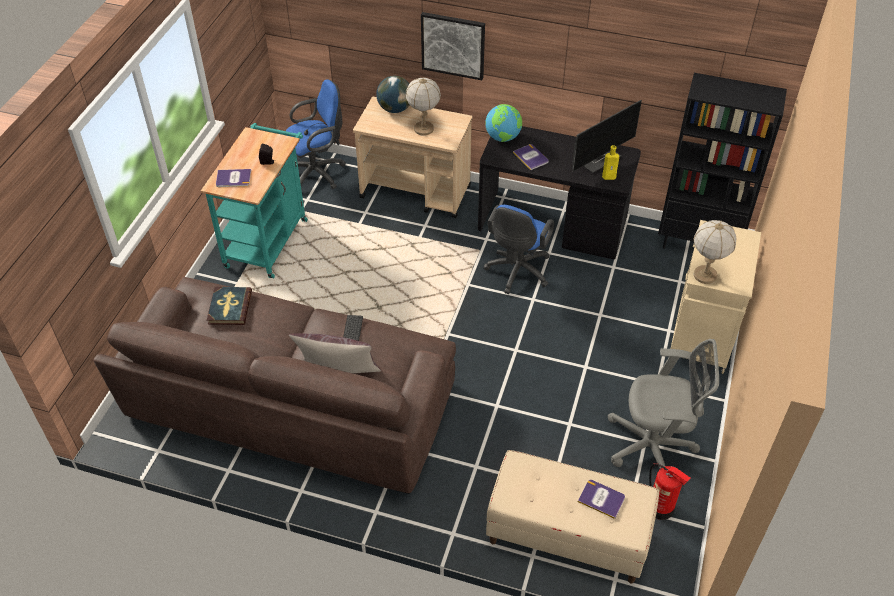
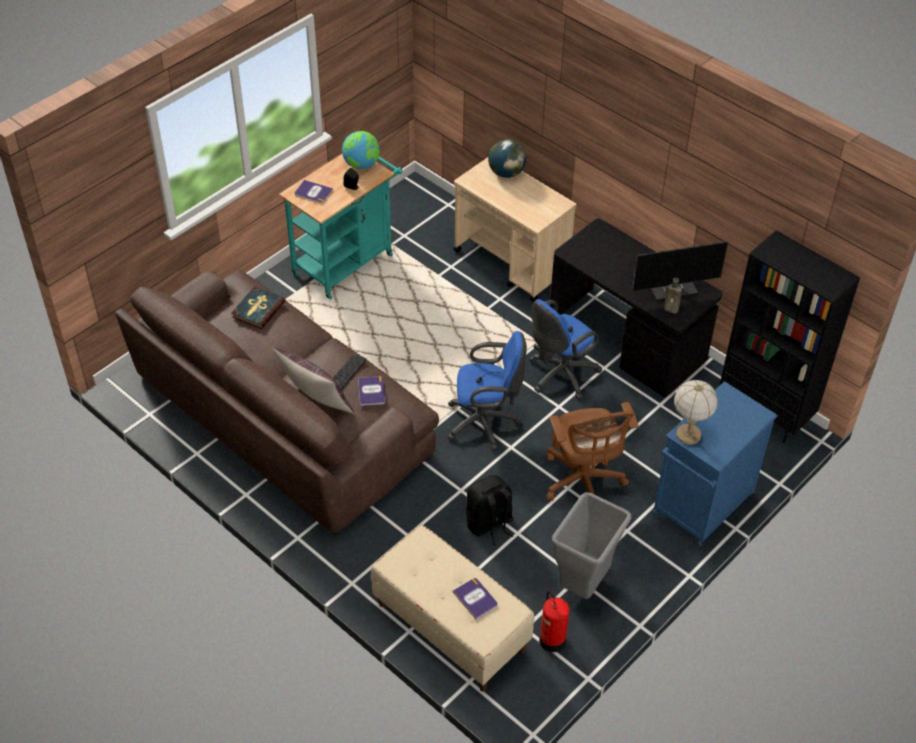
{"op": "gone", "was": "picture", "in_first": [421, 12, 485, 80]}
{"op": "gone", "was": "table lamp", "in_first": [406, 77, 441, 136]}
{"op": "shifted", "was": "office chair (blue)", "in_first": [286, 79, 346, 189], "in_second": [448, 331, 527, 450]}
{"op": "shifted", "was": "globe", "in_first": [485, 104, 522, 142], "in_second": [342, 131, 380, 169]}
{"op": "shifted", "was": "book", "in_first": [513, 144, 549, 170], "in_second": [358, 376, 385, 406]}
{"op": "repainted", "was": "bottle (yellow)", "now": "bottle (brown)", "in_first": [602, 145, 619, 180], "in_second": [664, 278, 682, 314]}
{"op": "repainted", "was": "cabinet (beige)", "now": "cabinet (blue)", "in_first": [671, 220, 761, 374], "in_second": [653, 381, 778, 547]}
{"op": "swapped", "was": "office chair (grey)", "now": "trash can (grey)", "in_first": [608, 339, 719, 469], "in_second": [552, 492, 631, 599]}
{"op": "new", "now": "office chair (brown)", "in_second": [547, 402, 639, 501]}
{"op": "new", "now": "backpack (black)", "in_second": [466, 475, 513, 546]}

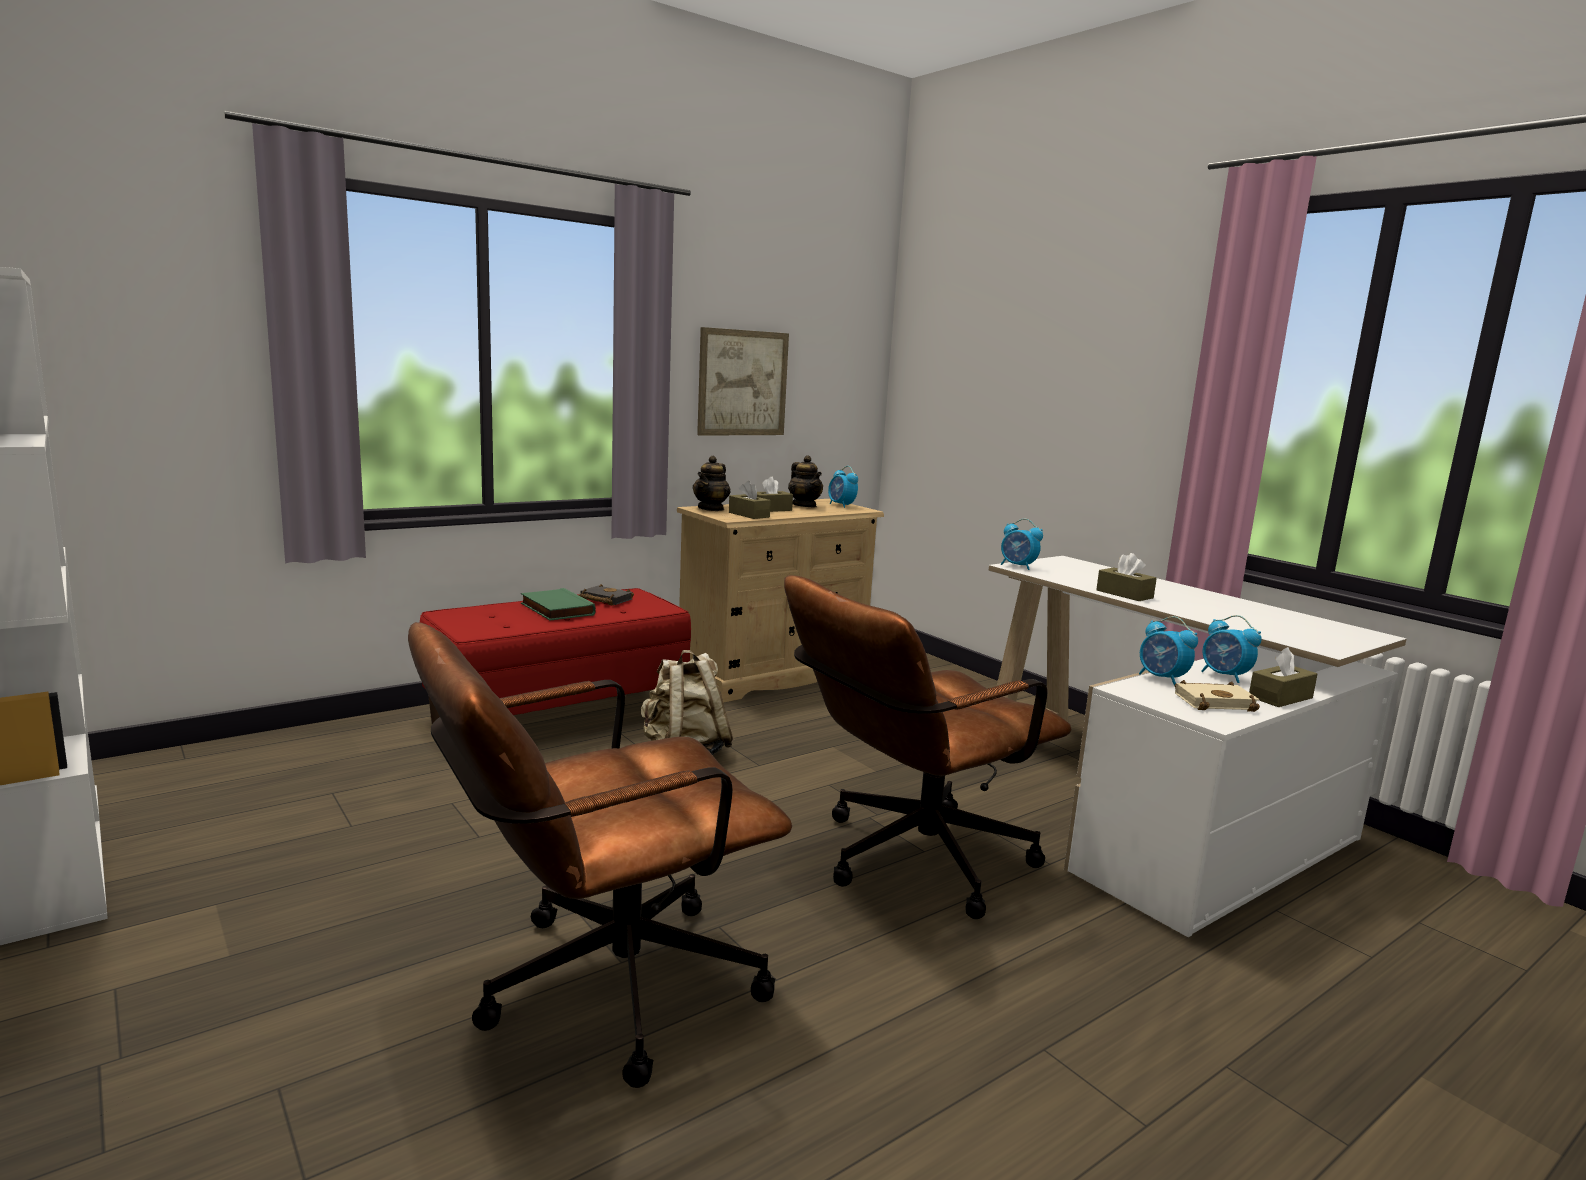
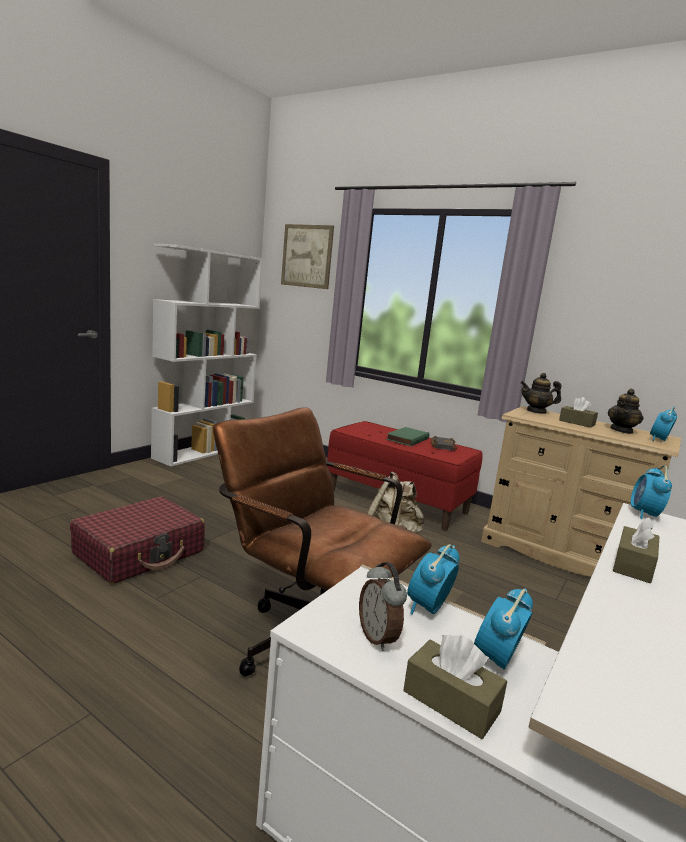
{"op": "shifted", "was": "picture", "in_first": [697, 327, 789, 436], "in_second": [281, 224, 334, 289]}
{"op": "gone", "was": "tissue box (brown)", "in_first": [729, 481, 771, 519]}
{"op": "swapped", "was": "office chair (brown)", "now": "suitcase (red)", "in_first": [408, 622, 792, 1088], "in_second": [70, 497, 205, 584]}
{"op": "swapped", "was": "book (beige)", "now": "alarm clock", "in_first": [1175, 680, 1260, 712], "in_second": [359, 562, 407, 651]}

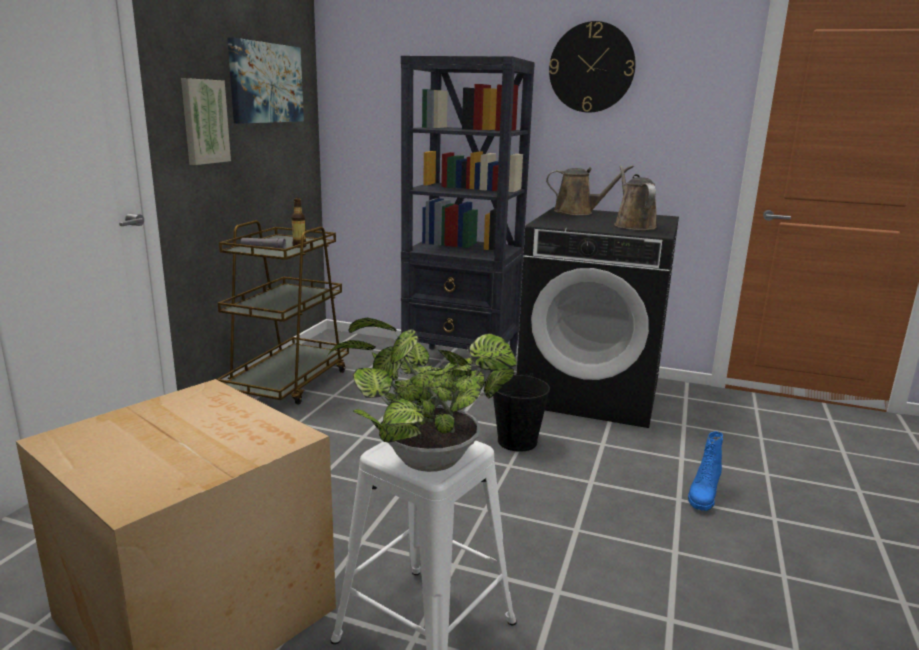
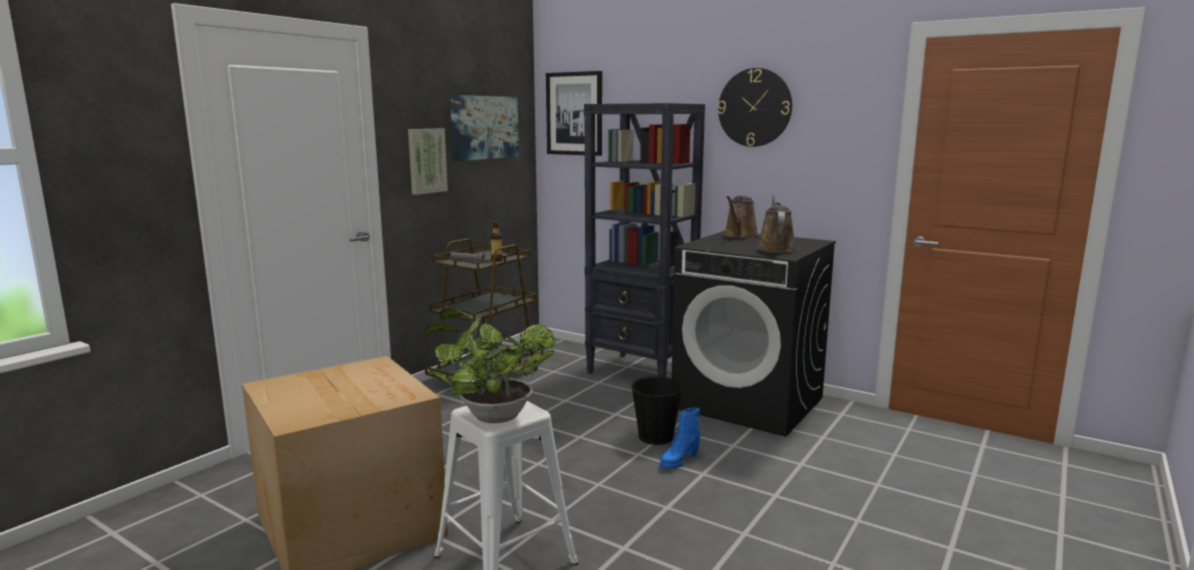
{"op": "rotated", "was": "watering can (brown)", "in_first": [546, 165, 634, 215], "in_second": [724, 196, 759, 238], "clockwise": 90}
{"op": "shifted", "was": "boot (blue)", "in_first": [688, 431, 723, 511], "in_second": [660, 408, 700, 469]}
{"op": "new", "now": "picture", "in_second": [546, 71, 602, 156]}

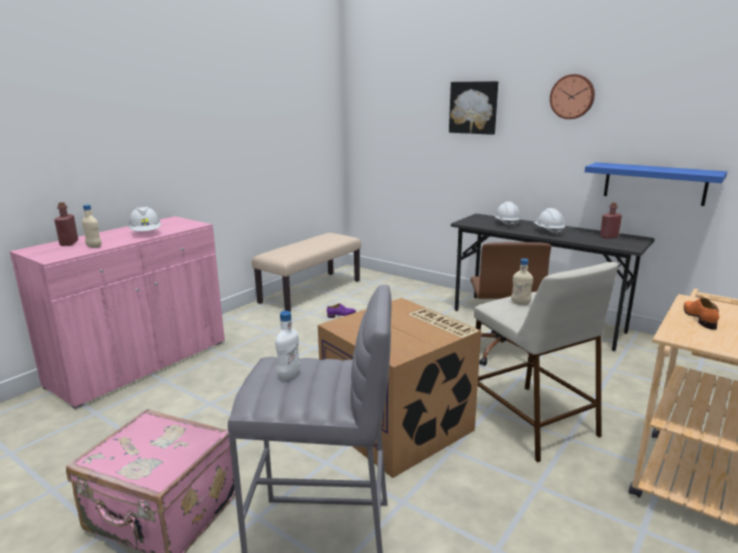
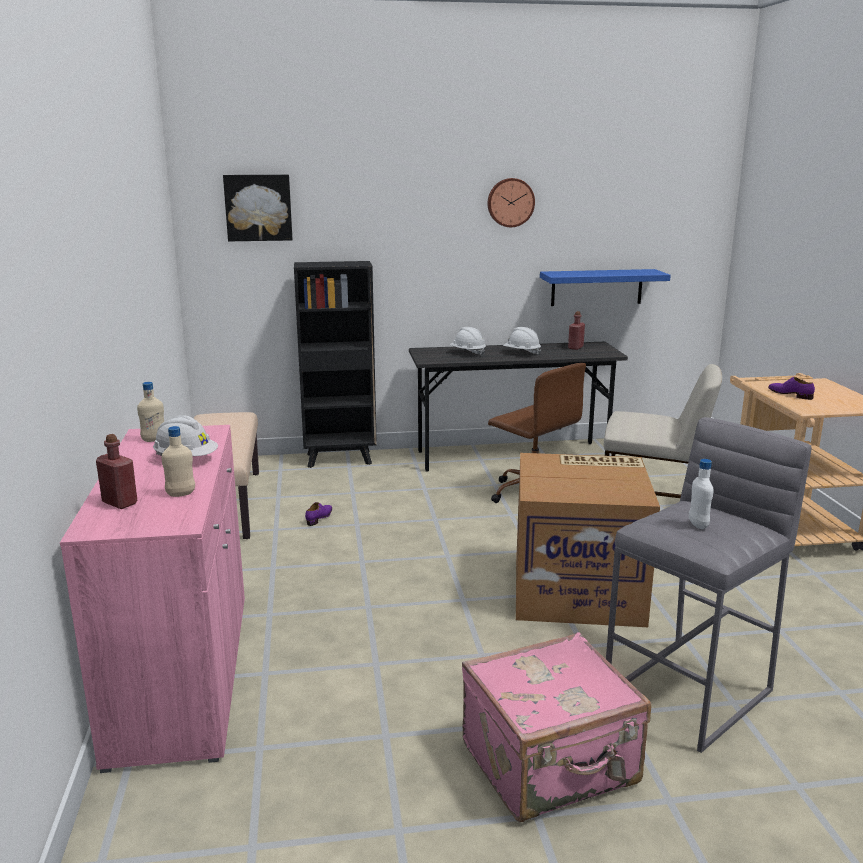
{"op": "shifted", "was": "picture", "in_first": [449, 81, 498, 135], "in_second": [223, 174, 292, 241]}
{"op": "shifted", "was": "bottle (beige)", "in_first": [511, 258, 533, 305], "in_second": [137, 382, 164, 442]}
{"op": "repainted", "was": "shoe (orange)", "now": "shoe (purple)", "in_first": [684, 297, 719, 330], "in_second": [768, 377, 815, 400]}
{"op": "new", "now": "bookcase (black)", "in_second": [294, 261, 377, 468]}

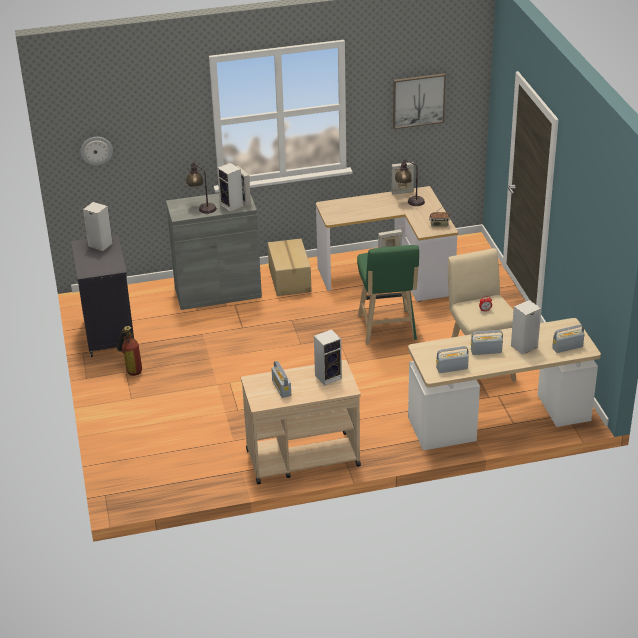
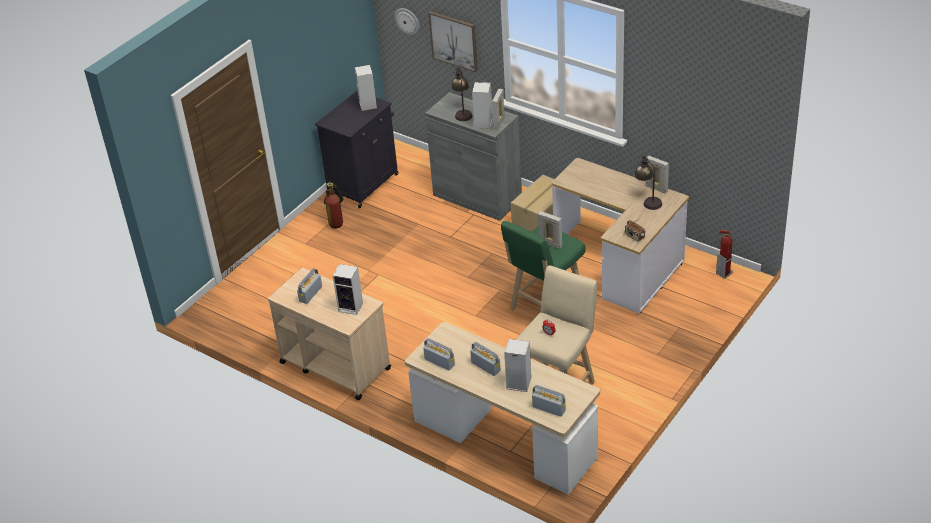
{"op": "shifted", "was": "picture", "in_first": [393, 73, 446, 129], "in_second": [429, 11, 478, 72]}
{"op": "new", "now": "fire extinguisher", "in_second": [716, 230, 733, 279]}

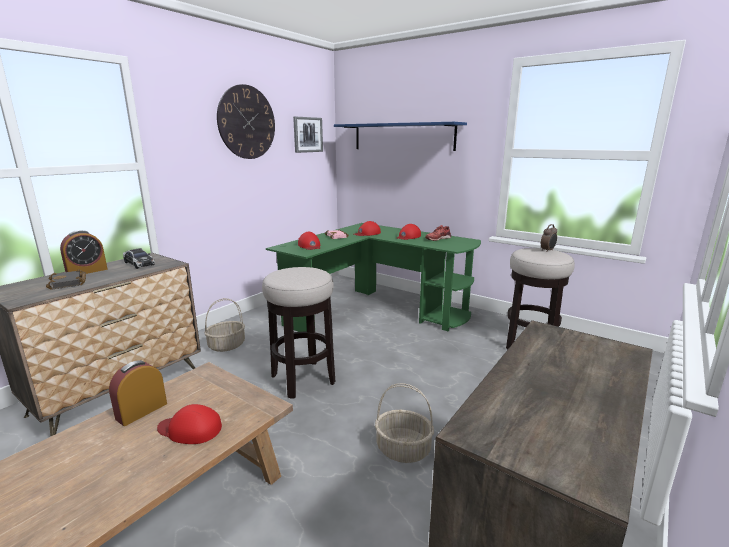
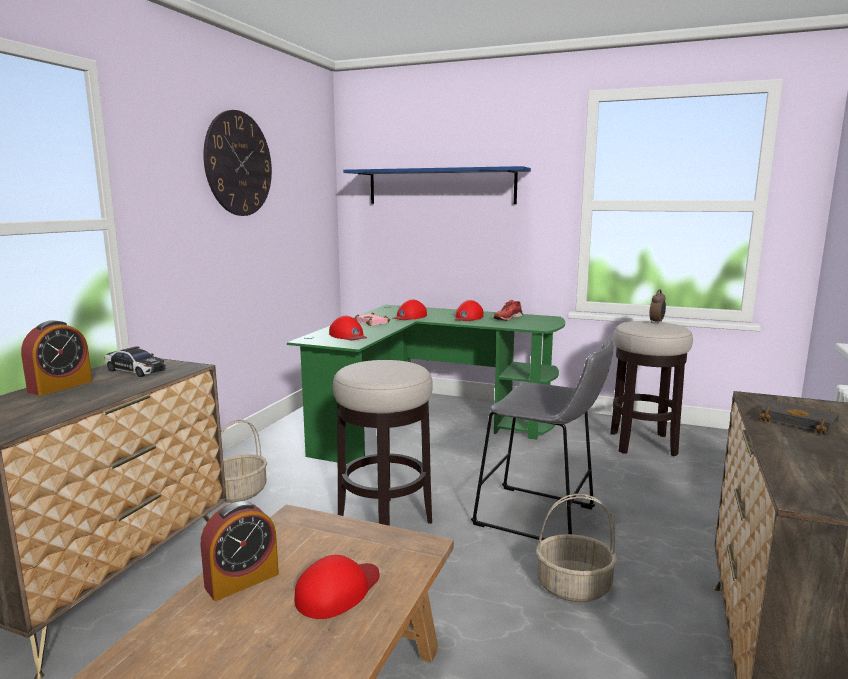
{"op": "gone", "was": "picture", "in_first": [293, 116, 323, 153]}
{"op": "shifted", "was": "book (black)", "in_first": [46, 269, 86, 290], "in_second": [760, 398, 839, 434]}
{"op": "rotated", "was": "alarm clock", "in_first": [109, 360, 167, 426], "in_second": [200, 501, 279, 601], "clockwise": -150}
{"op": "rotated", "was": "cap (red)", "in_first": [157, 404, 222, 444], "in_second": [295, 555, 380, 619], "clockwise": 135}
{"op": "new", "now": "stool (grey)", "in_second": [471, 339, 614, 541]}

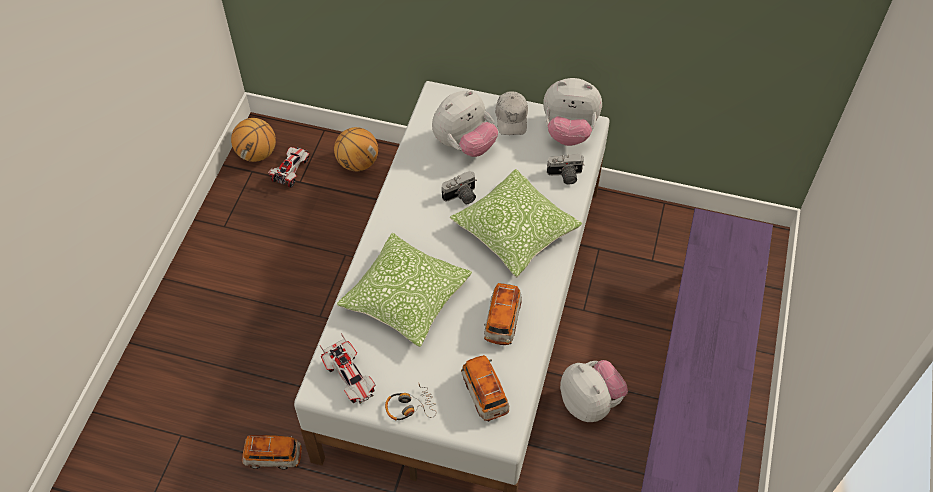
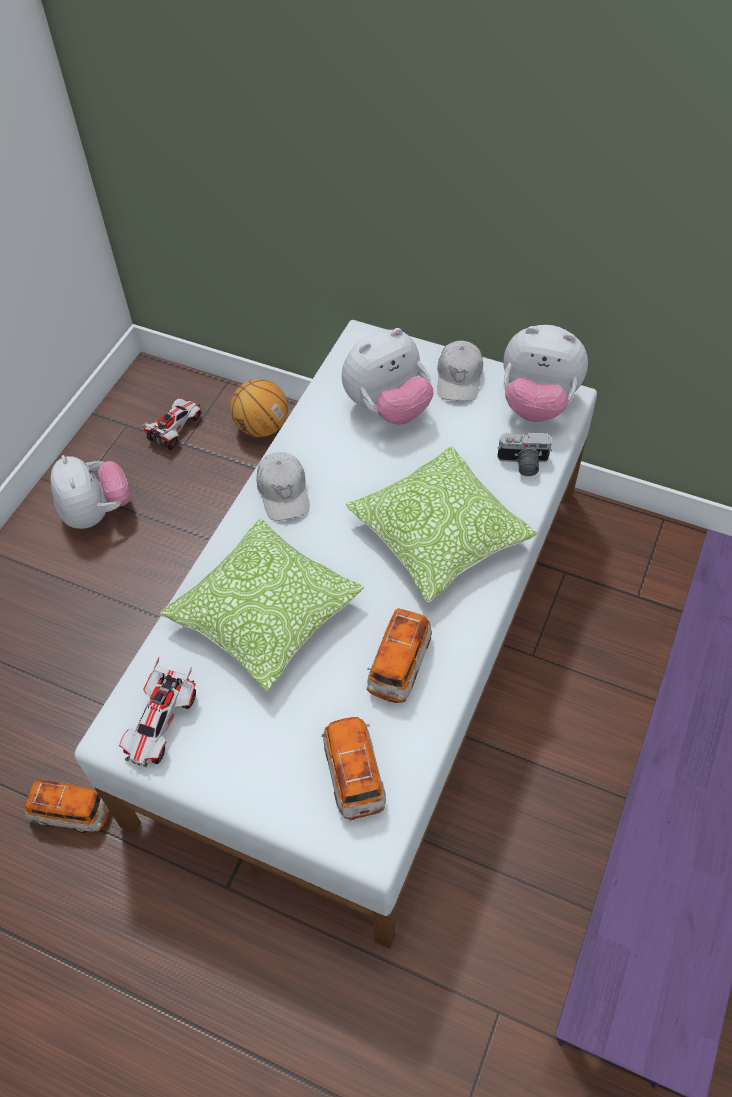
{"op": "gone", "was": "basketball", "in_first": [231, 118, 276, 162]}
{"op": "gone", "was": "photo camera", "in_first": [442, 171, 477, 204]}
{"op": "rotated", "was": "toy car", "in_first": [320, 333, 375, 404], "in_second": [119, 657, 196, 768], "clockwise": 45}
{"op": "shifted", "was": "plush toy", "in_first": [560, 360, 628, 422], "in_second": [50, 455, 131, 529]}
{"op": "gone", "was": "headphones", "in_first": [385, 382, 436, 420]}
{"op": "new", "now": "cap (white)", "in_second": [257, 452, 310, 521]}

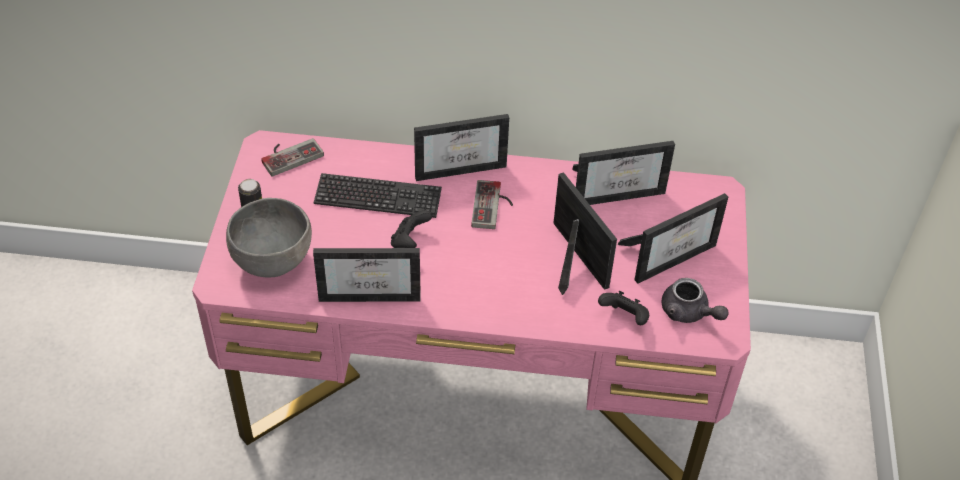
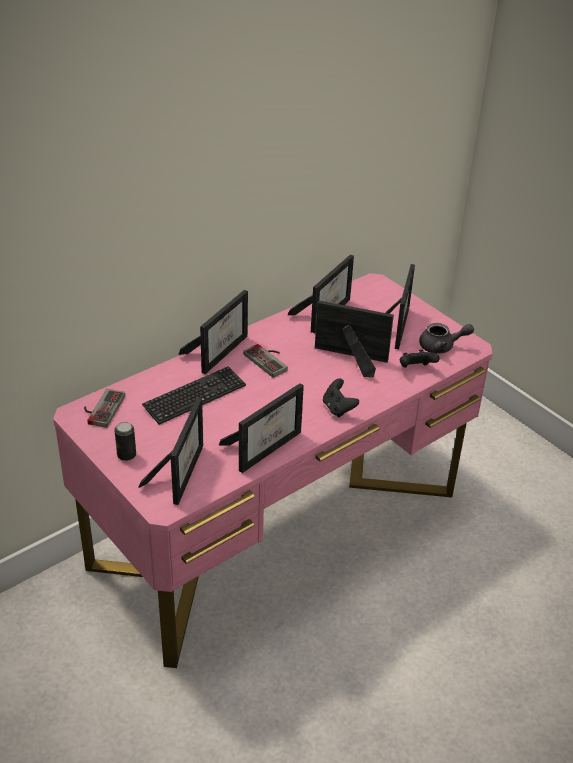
{"op": "swapped", "was": "bowl (grey)", "now": "picture frame", "in_first": [226, 198, 312, 278], "in_second": [139, 397, 203, 505]}
{"op": "shifted", "was": "game controller (black)", "in_first": [391, 210, 432, 248], "in_second": [323, 378, 359, 417]}

